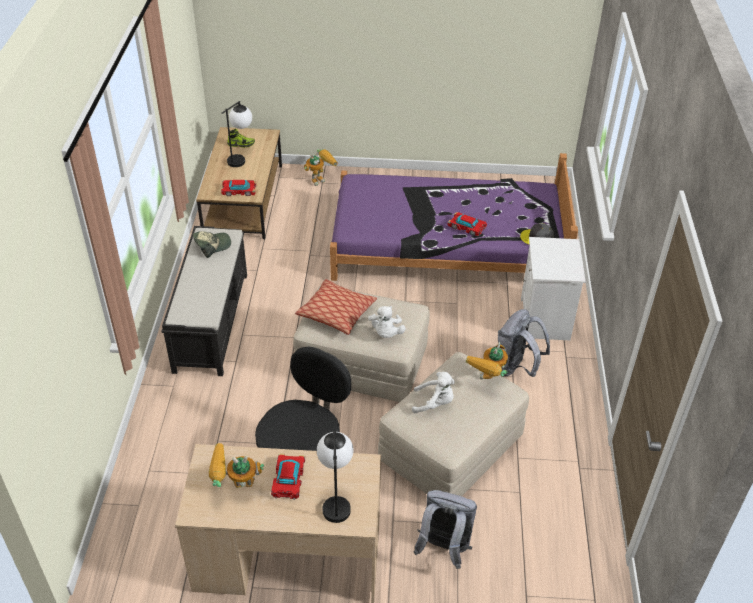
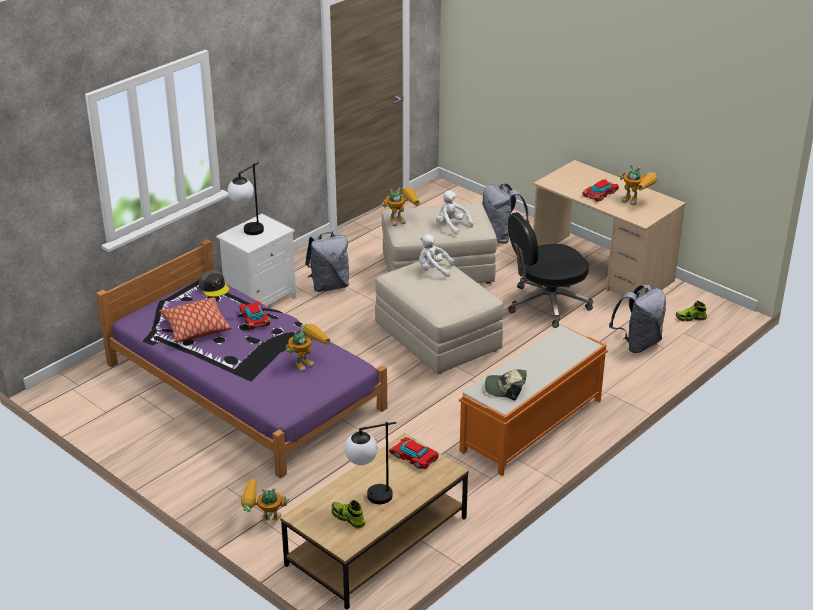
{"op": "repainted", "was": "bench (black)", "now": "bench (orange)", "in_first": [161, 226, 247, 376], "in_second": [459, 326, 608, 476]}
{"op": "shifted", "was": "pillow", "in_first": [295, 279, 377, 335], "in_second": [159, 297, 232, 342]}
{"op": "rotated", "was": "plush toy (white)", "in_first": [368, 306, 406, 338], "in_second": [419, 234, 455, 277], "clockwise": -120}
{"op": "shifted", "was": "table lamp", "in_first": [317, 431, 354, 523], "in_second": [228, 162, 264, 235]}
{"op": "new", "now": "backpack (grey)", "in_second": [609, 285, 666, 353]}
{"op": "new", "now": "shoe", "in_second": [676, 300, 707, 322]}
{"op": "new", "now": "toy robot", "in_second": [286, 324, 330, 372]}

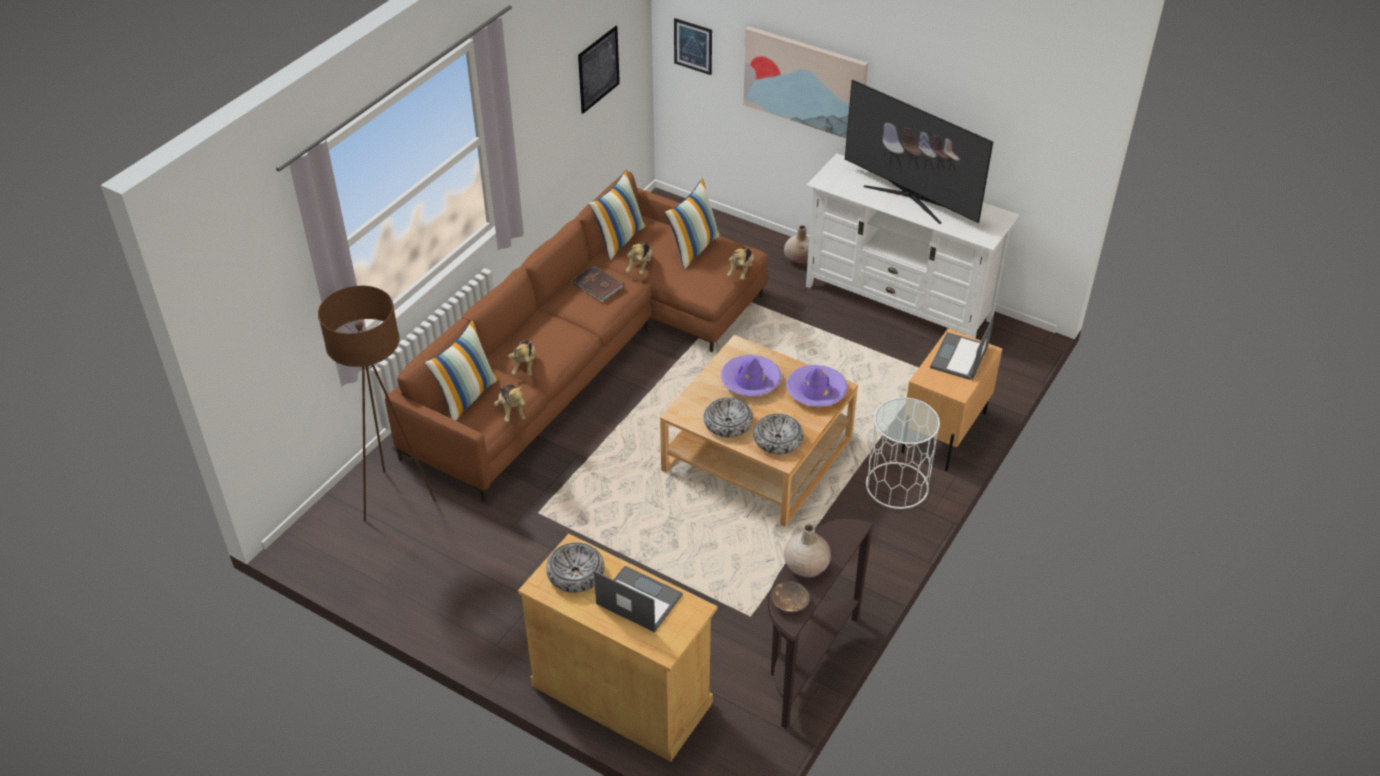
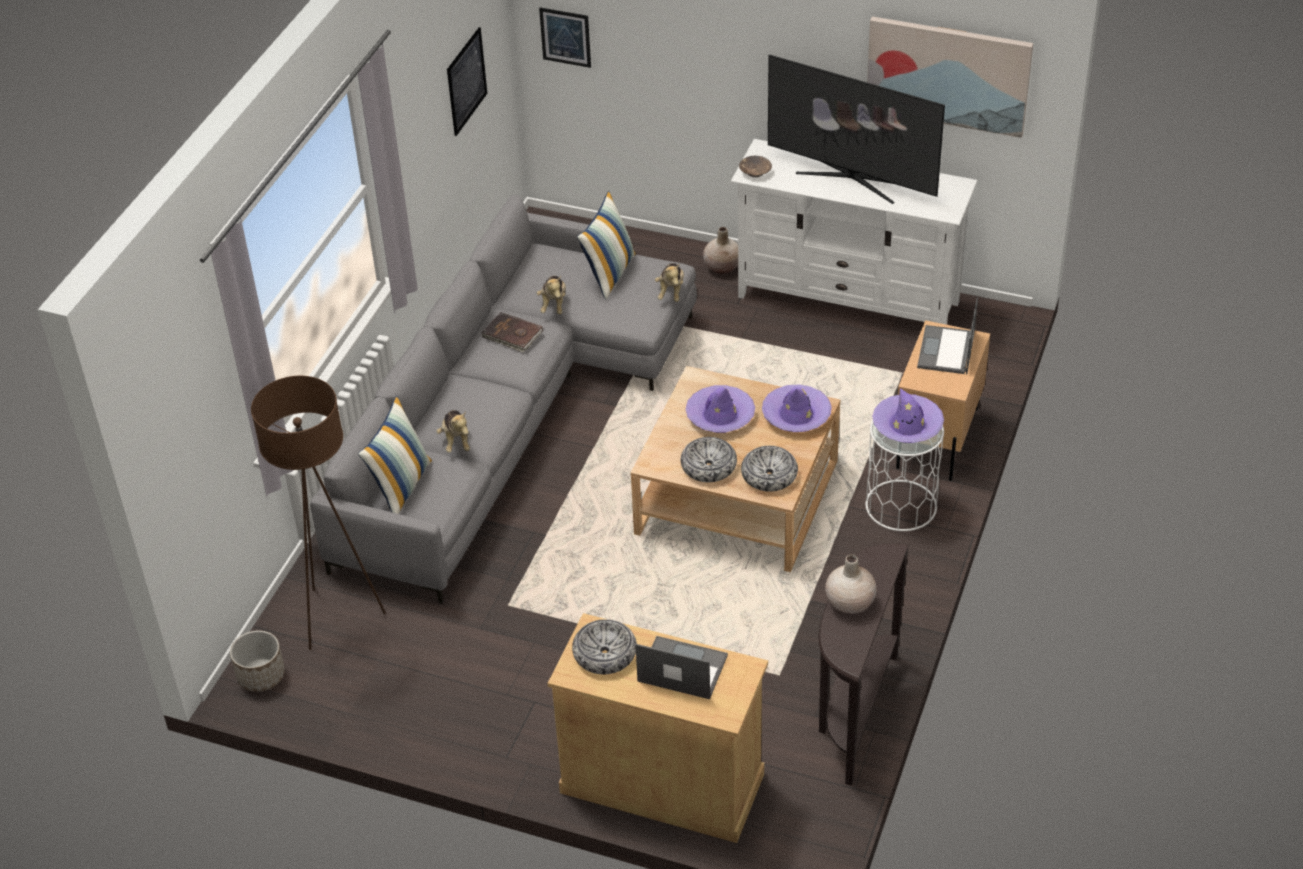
{"op": "shifted", "was": "picture", "in_first": [743, 26, 868, 139], "in_second": [867, 16, 1033, 138]}
{"op": "gone", "was": "pillow", "in_first": [589, 170, 646, 260]}
{"op": "repainted", "was": "sofa (brown)", "now": "sofa (grey)", "in_first": [385, 172, 768, 502], "in_second": [310, 195, 697, 604]}
{"op": "gone", "was": "plush toy", "in_first": [494, 384, 526, 422]}
{"op": "shifted", "was": "bowl (brown)", "in_first": [771, 581, 810, 612], "in_second": [739, 156, 772, 177]}
{"op": "new", "now": "hat (purple)", "in_second": [872, 388, 944, 443]}
{"op": "new", "now": "planter", "in_second": [230, 630, 285, 692]}

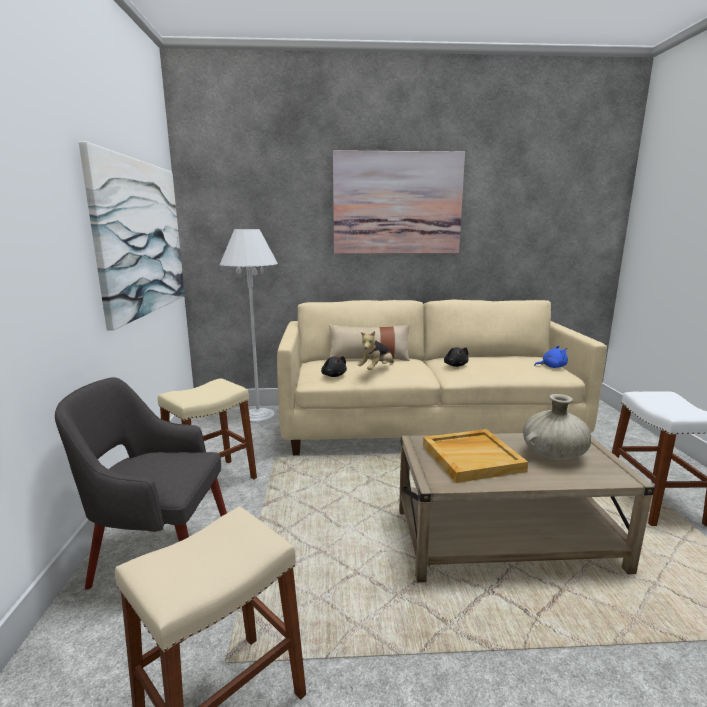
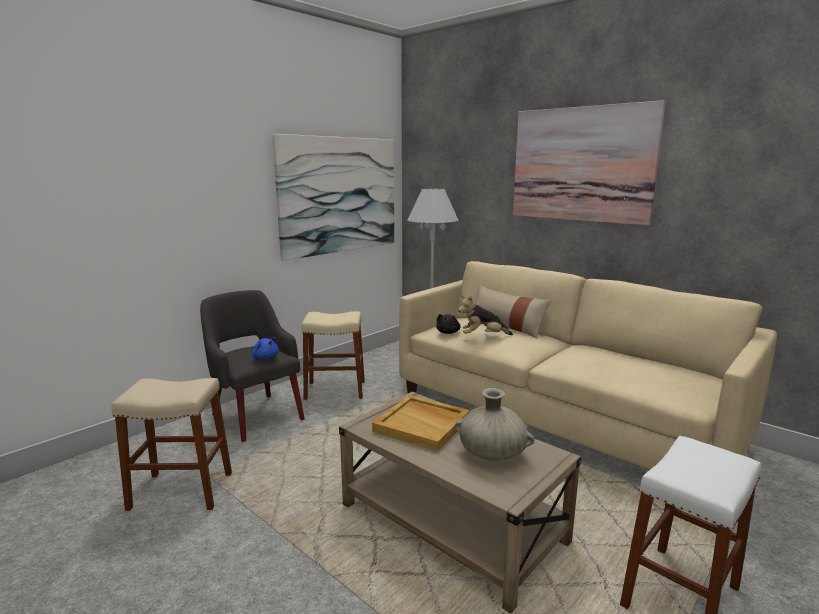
{"op": "shifted", "was": "plush toy (blue)", "in_first": [534, 346, 568, 368], "in_second": [252, 337, 279, 360]}
{"op": "gone", "was": "plush toy (black)", "in_first": [444, 347, 469, 367]}

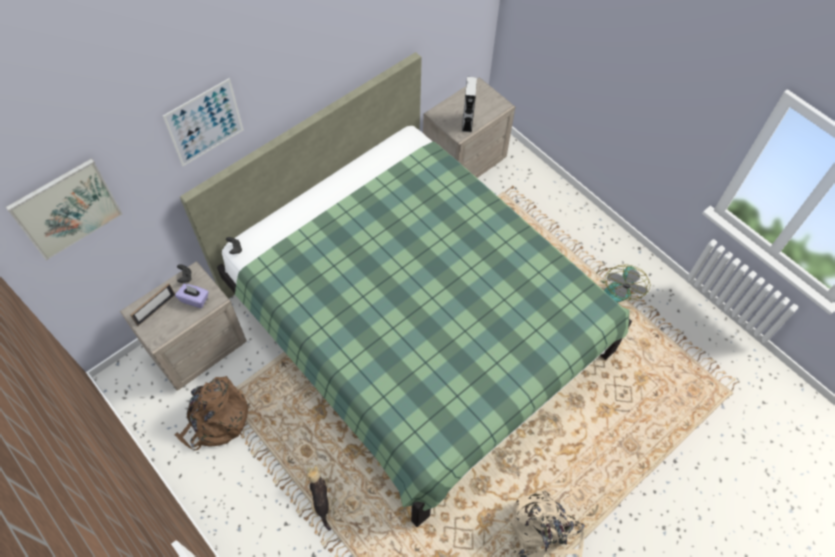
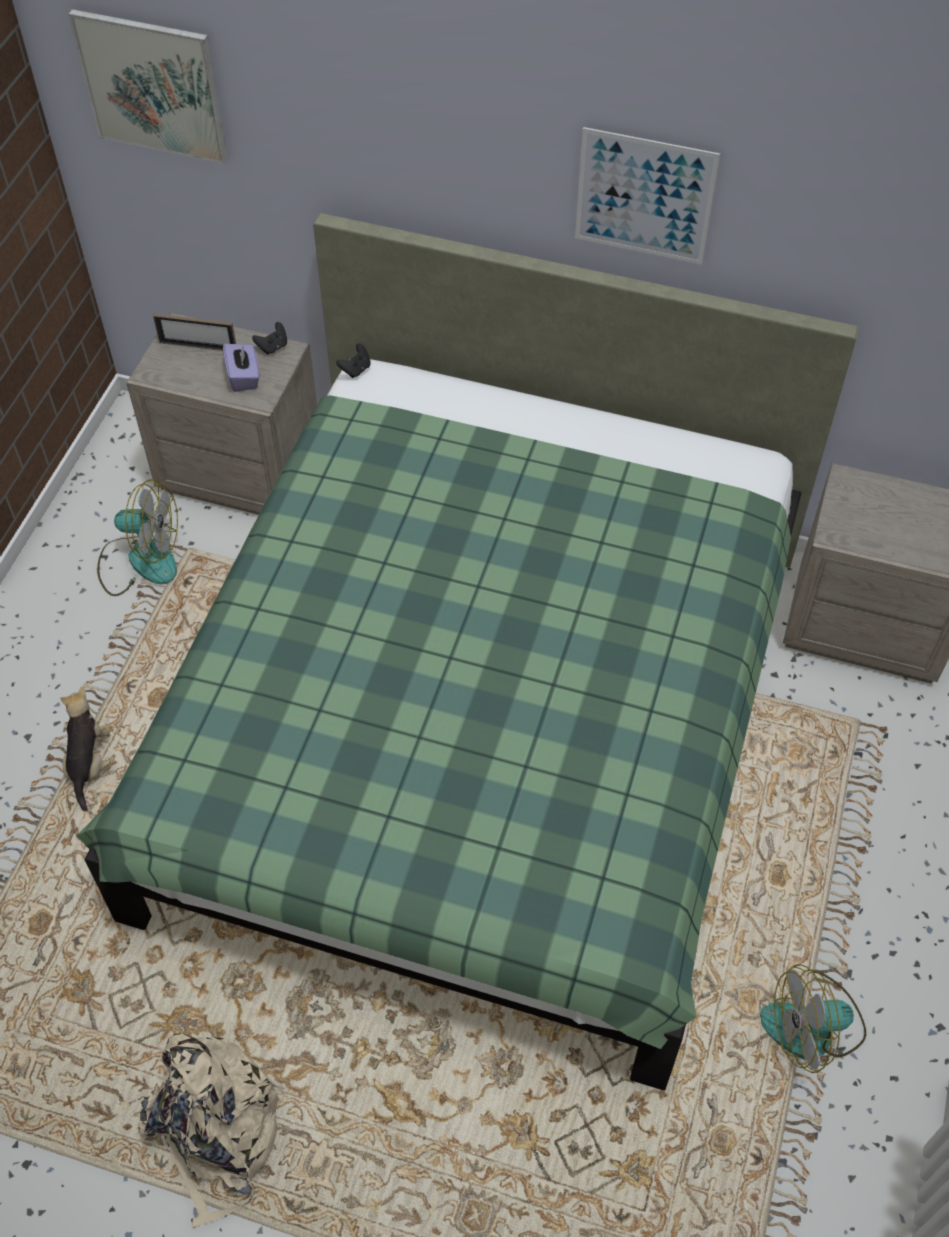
{"op": "gone", "was": "speaker (grey)", "in_first": [462, 77, 477, 132]}
{"op": "shifted", "was": "picture", "in_first": [163, 78, 244, 166], "in_second": [575, 127, 720, 264]}
{"op": "swapped", "was": "backpack (brown)", "now": "fan", "in_first": [175, 376, 248, 450], "in_second": [97, 479, 178, 596]}
{"op": "rotated", "was": "plush toy", "in_first": [306, 465, 337, 531], "in_second": [60, 686, 111, 811], "clockwise": -45}

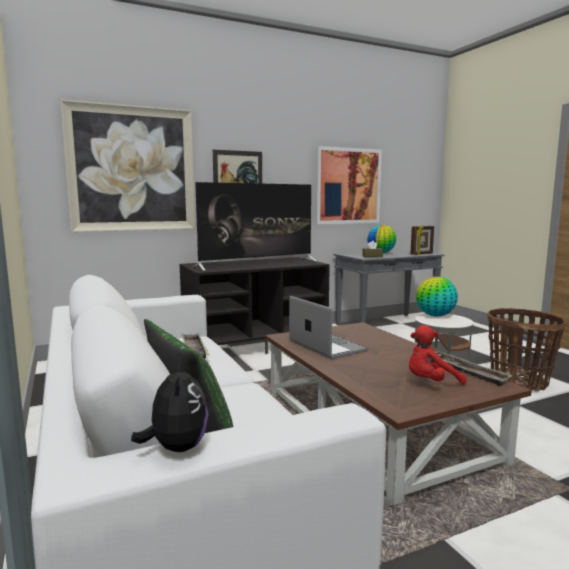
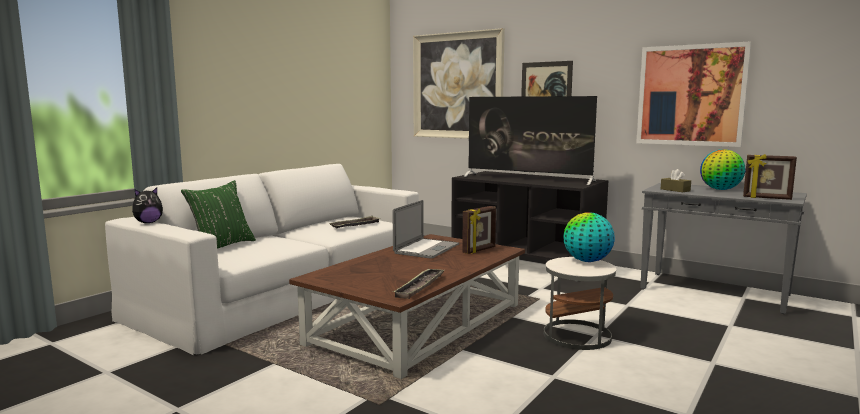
{"op": "gone", "was": "basket", "in_first": [488, 308, 567, 391]}
{"op": "gone", "was": "plush toy (red)", "in_first": [409, 325, 466, 385]}
{"op": "new", "now": "picture frame", "in_second": [462, 206, 496, 254]}

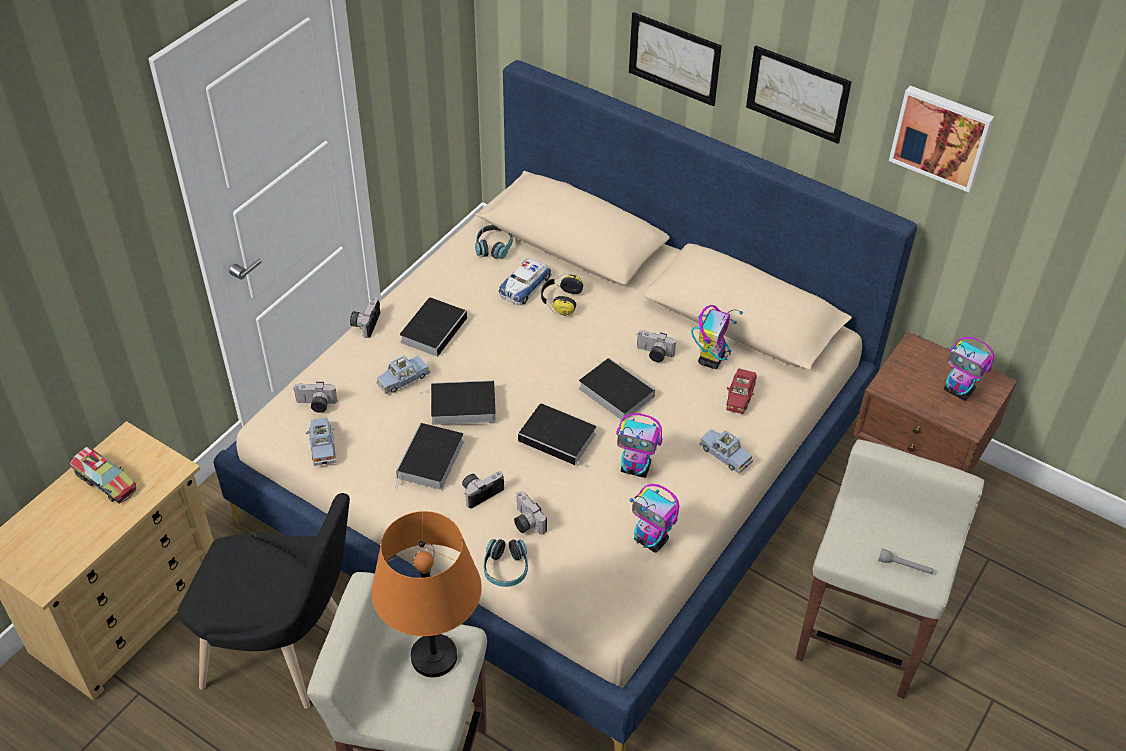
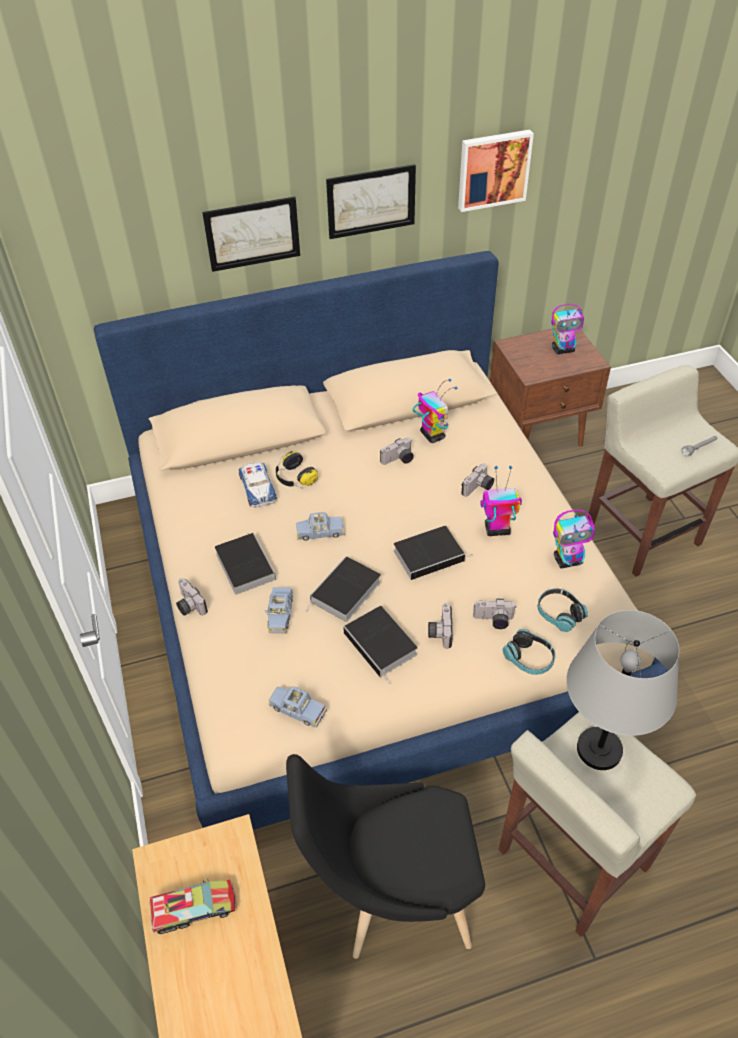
{"op": "shifted", "was": "headphones", "in_first": [475, 225, 512, 259], "in_second": [537, 588, 588, 632]}
{"op": "gone", "was": "book", "in_first": [579, 358, 655, 420]}
{"op": "gone", "was": "toy car (red)", "in_first": [726, 368, 757, 414]}
{"op": "shifted", "was": "photo camera", "in_first": [293, 382, 337, 413], "in_second": [461, 463, 494, 497]}
{"op": "rotated", "was": "toy robot", "in_first": [616, 413, 662, 478], "in_second": [480, 466, 522, 536], "clockwise": -150}
{"op": "shifted", "was": "toy car (blue)", "in_first": [699, 429, 753, 474], "in_second": [296, 512, 345, 541]}
{"op": "rotated", "was": "chair (black)", "in_first": [177, 493, 350, 709], "in_second": [286, 754, 485, 959], "clockwise": -150}
{"op": "repainted", "was": "table lamp (orange)", "now": "table lamp (grey)", "in_first": [372, 511, 482, 677], "in_second": [566, 610, 679, 770]}

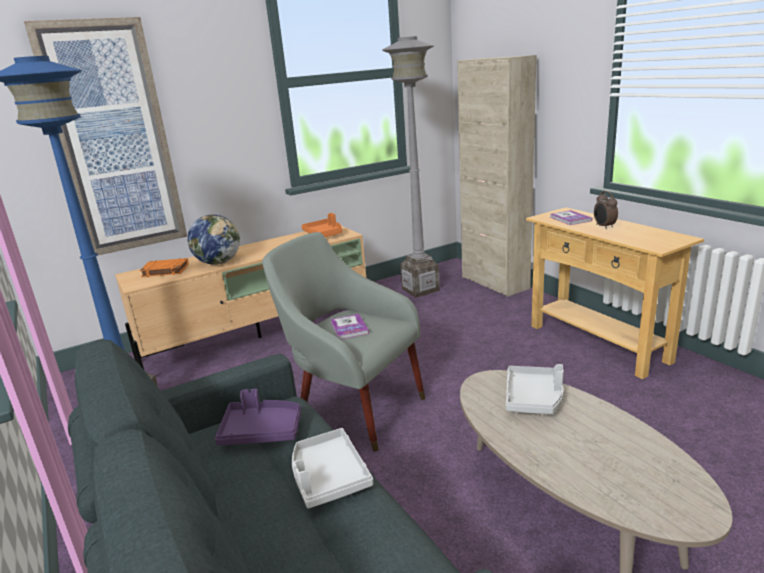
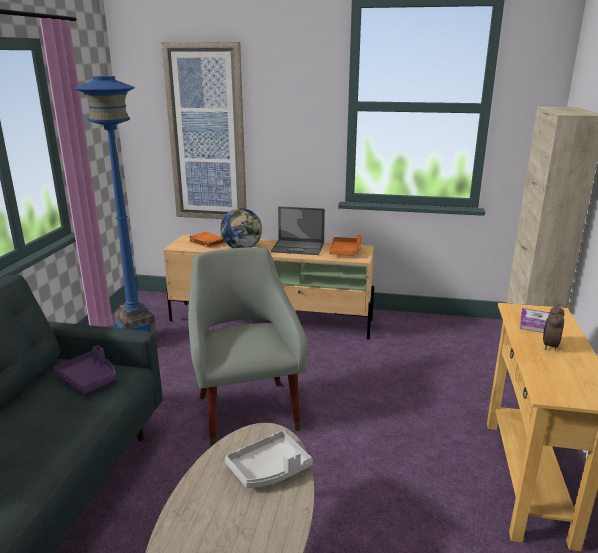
{"op": "gone", "was": "floor lamp (grey)", "in_first": [382, 36, 440, 297]}
{"op": "gone", "was": "book", "in_first": [330, 314, 369, 339]}
{"op": "gone", "was": "tray (grey)", "in_first": [292, 428, 373, 508]}
{"op": "new", "now": "laptop", "in_second": [271, 206, 325, 255]}

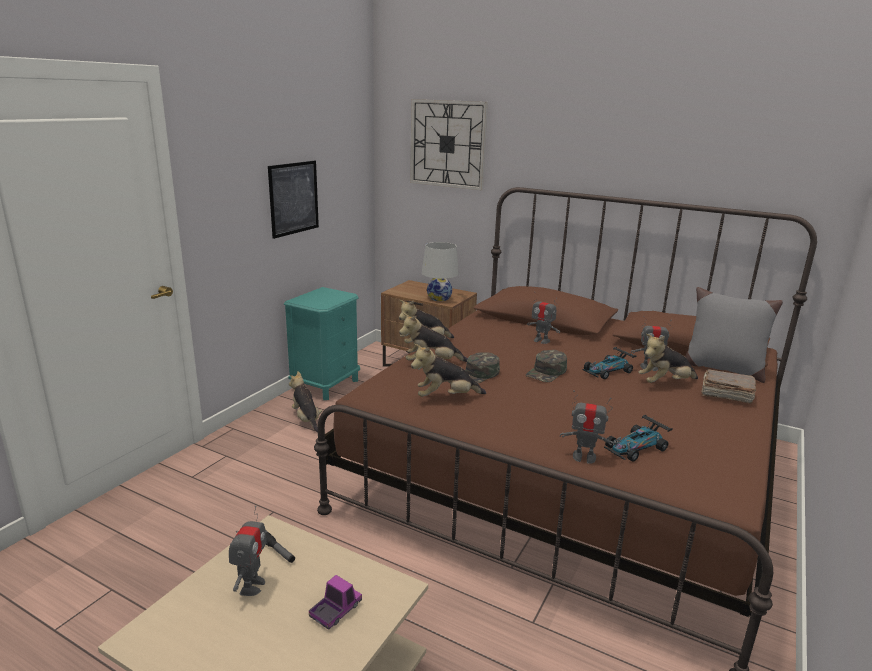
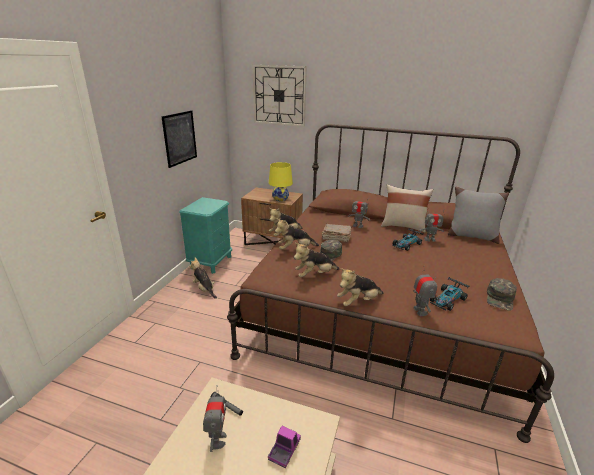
{"op": "repainted", "was": "table lamp (white)", "now": "table lamp (yellow)", "in_first": [422, 242, 459, 301], "in_second": [269, 162, 293, 202]}
{"op": "shifted", "was": "plush toy", "in_first": [639, 334, 698, 383], "in_second": [337, 268, 383, 306]}
{"op": "shifted", "was": "cap (green)", "in_first": [526, 350, 567, 382], "in_second": [487, 278, 517, 311]}
{"op": "shifted", "was": "book (brown)", "in_first": [700, 369, 756, 404], "in_second": [322, 224, 352, 242]}
{"op": "rotated", "was": "toy robot", "in_first": [560, 390, 614, 464], "in_second": [413, 266, 437, 316], "clockwise": -105}
{"op": "new", "now": "pillow (beige)", "in_second": [381, 184, 433, 232]}

